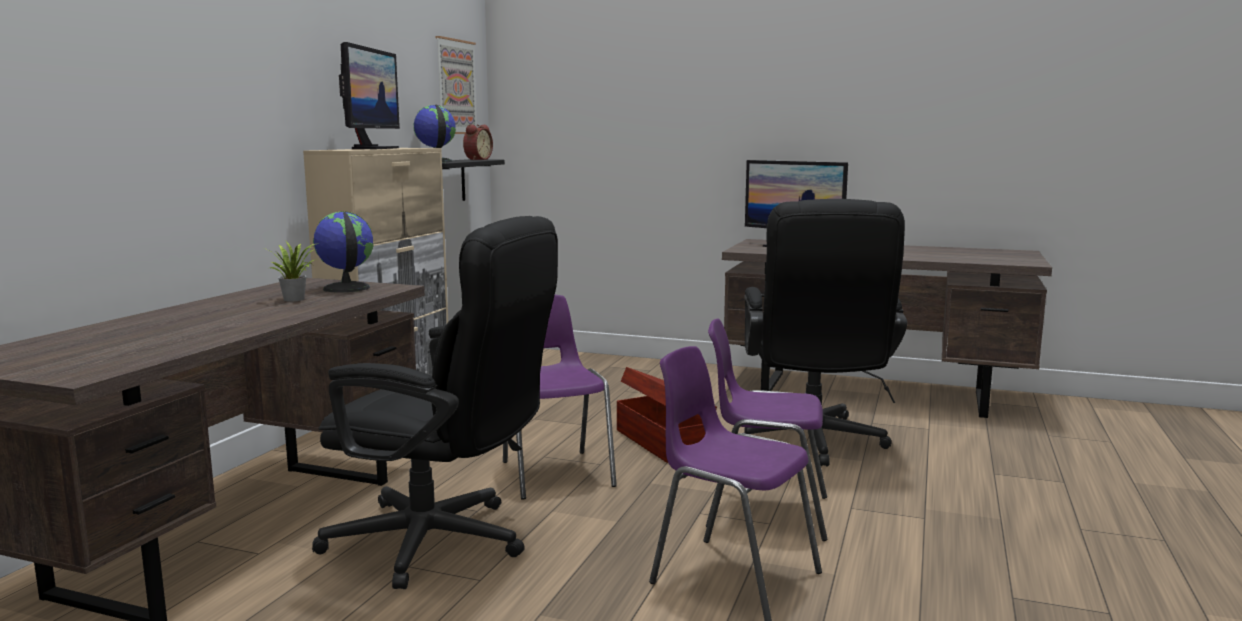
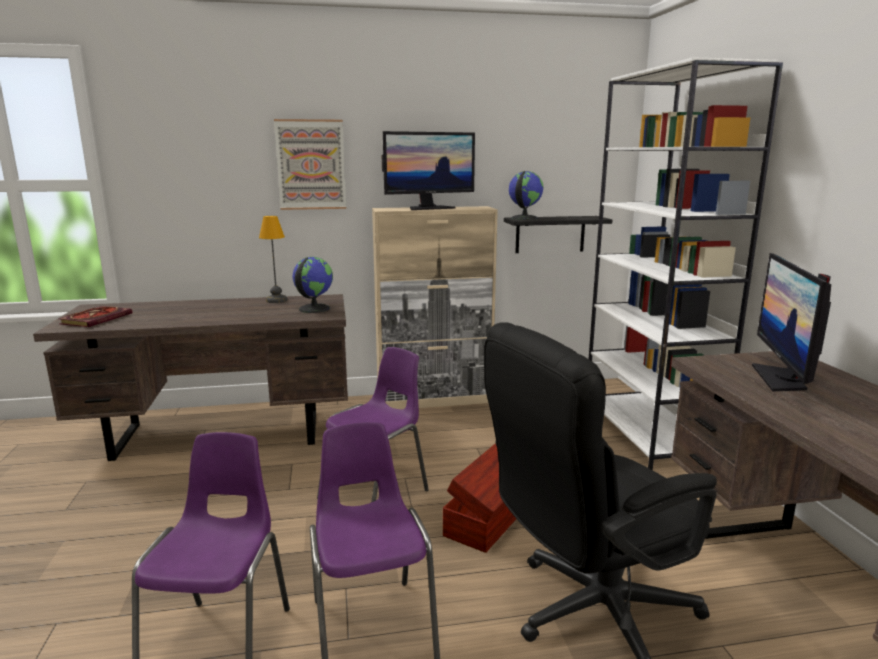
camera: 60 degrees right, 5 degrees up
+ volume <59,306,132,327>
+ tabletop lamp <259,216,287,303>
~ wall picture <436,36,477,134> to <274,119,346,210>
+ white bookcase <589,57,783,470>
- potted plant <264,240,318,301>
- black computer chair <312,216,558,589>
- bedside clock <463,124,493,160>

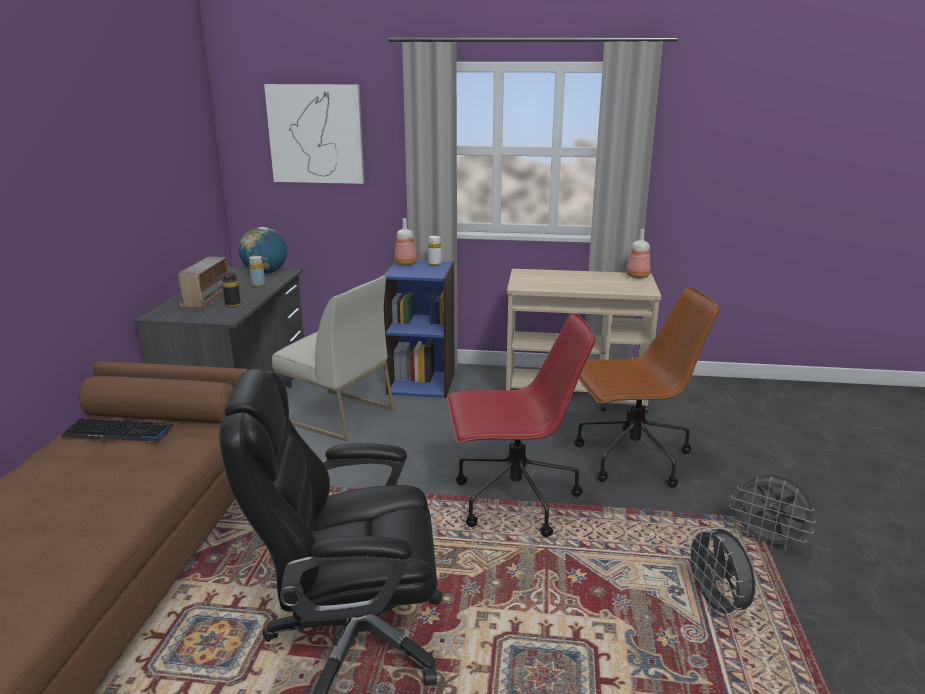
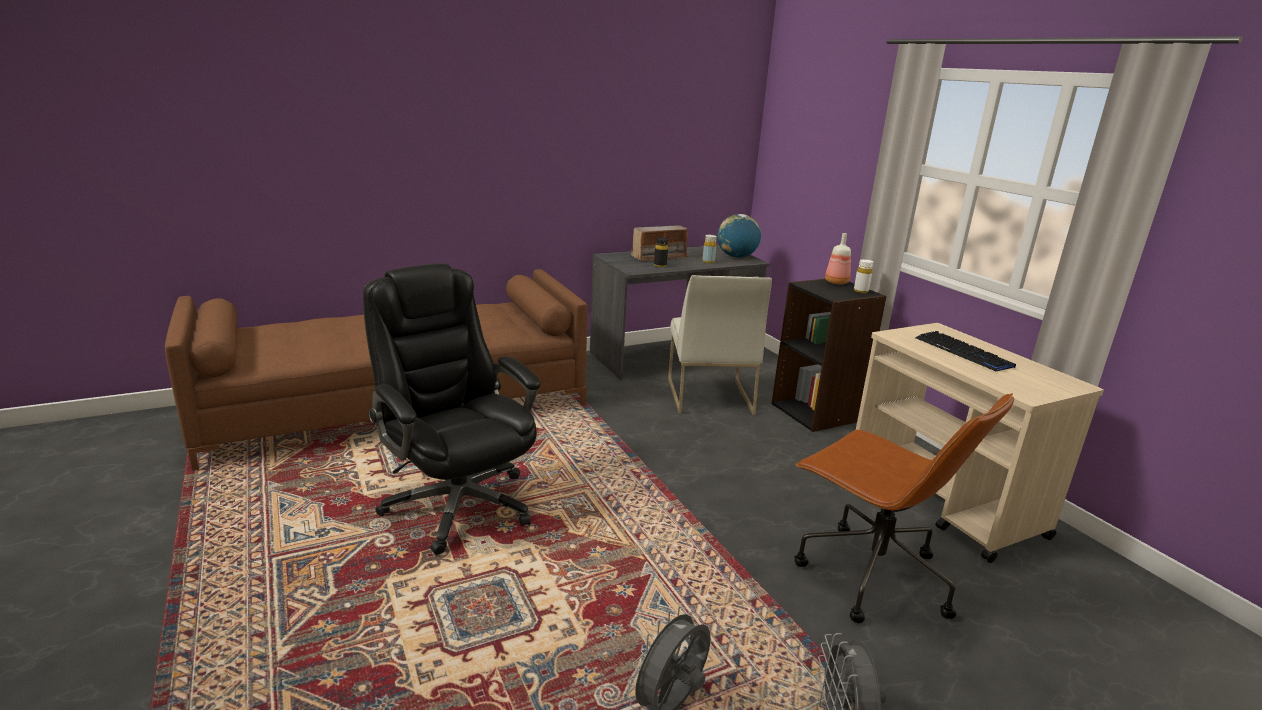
camera: 55 degrees right, 0 degrees up
~ bluish bookcase <382,260,455,398> to black bookcase <772,279,887,432>
~ computer keyboard <61,418,173,441> to <915,331,1016,371>
- wall picture <264,84,365,184>
- reddish computer chair <447,313,595,537>
- beverage bottle <626,229,650,278>

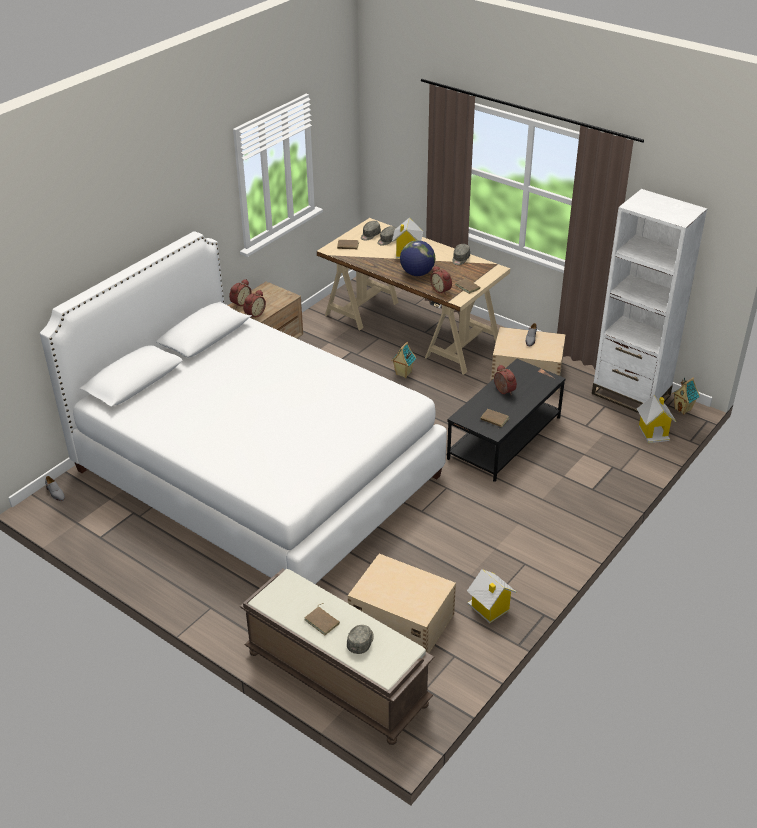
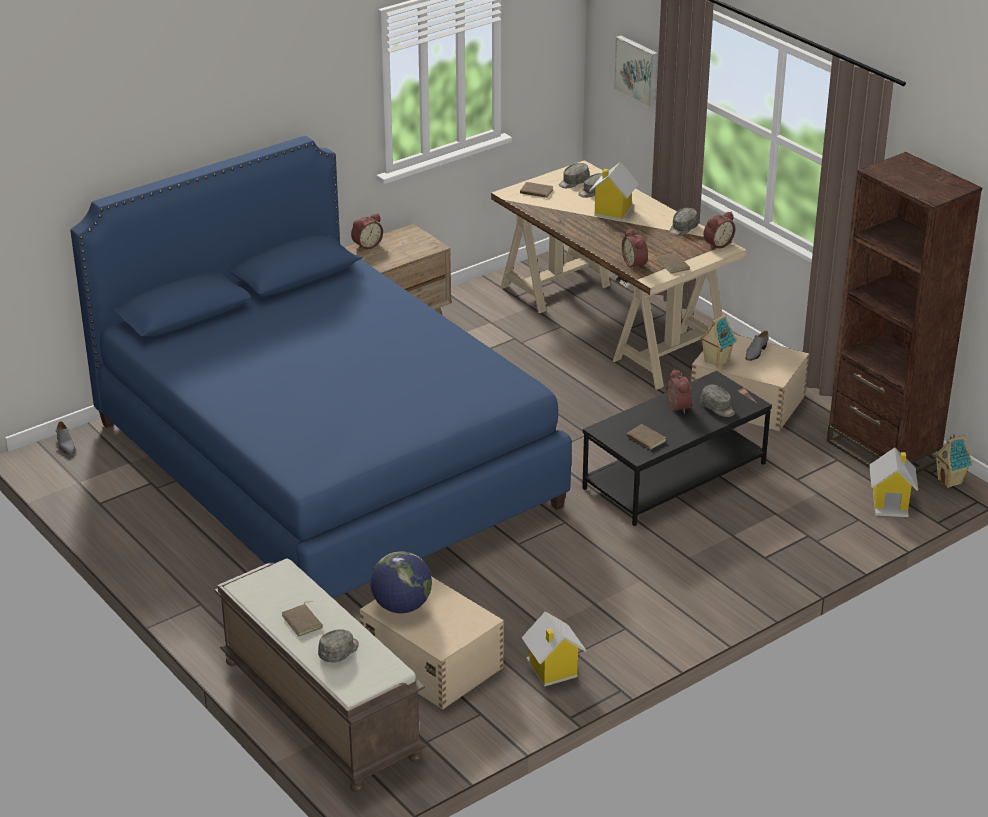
camera: 15 degrees right, 5 degrees down
~ white sleeping bed <40,231,447,584> to bluish sleeping bed <70,136,572,598>
~ desk globe <400,240,435,276> to <370,551,432,613>
+ wall picture <614,35,658,107>
~ miniature house <391,342,416,378> to <699,314,737,368>
+ greyish baseball cap <700,385,735,417>
~ bedside clock <243,290,266,318> to <704,212,735,249>
~ white bookcase <592,189,707,413> to brown-coloured bookcase <827,152,982,474>

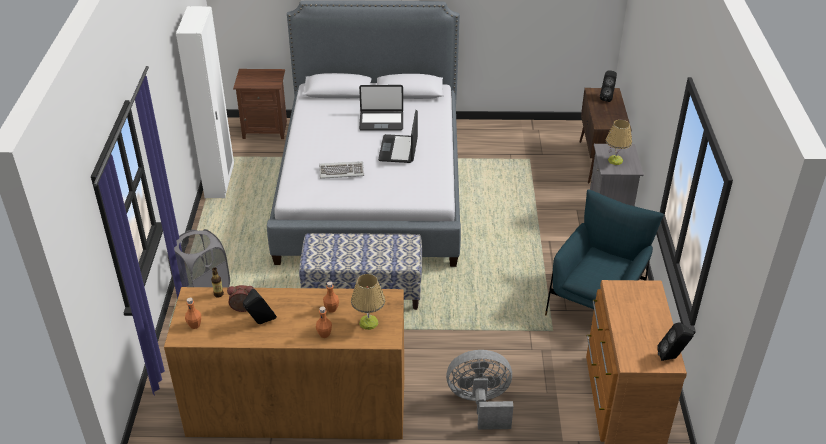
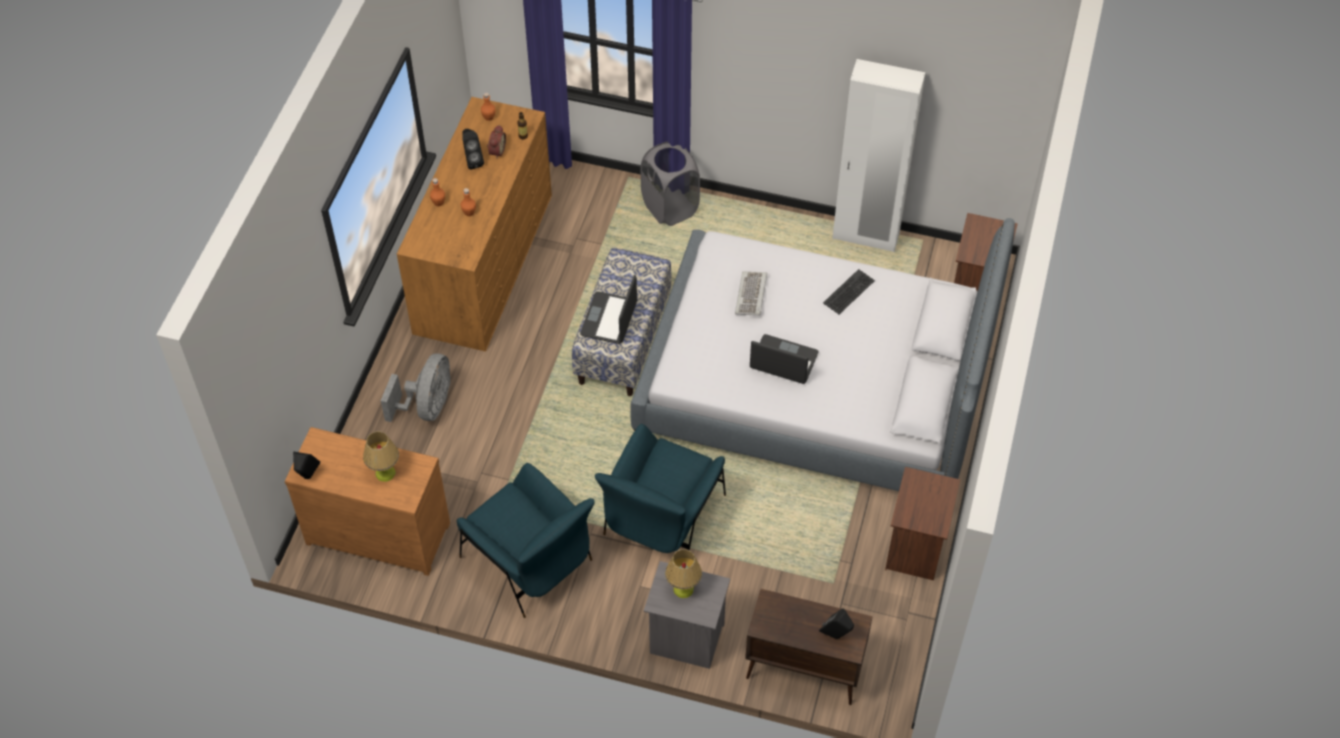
camera: 105 degrees right, 15 degrees up
~ tabletop lamp <351,274,385,330> to <363,431,399,482>
~ notebook computer <359,85,403,131> to <580,275,637,344>
+ bluish easy chair <595,424,726,553>
+ computer keyboard <823,269,875,314>
+ brown-coloured night table <885,467,960,580>

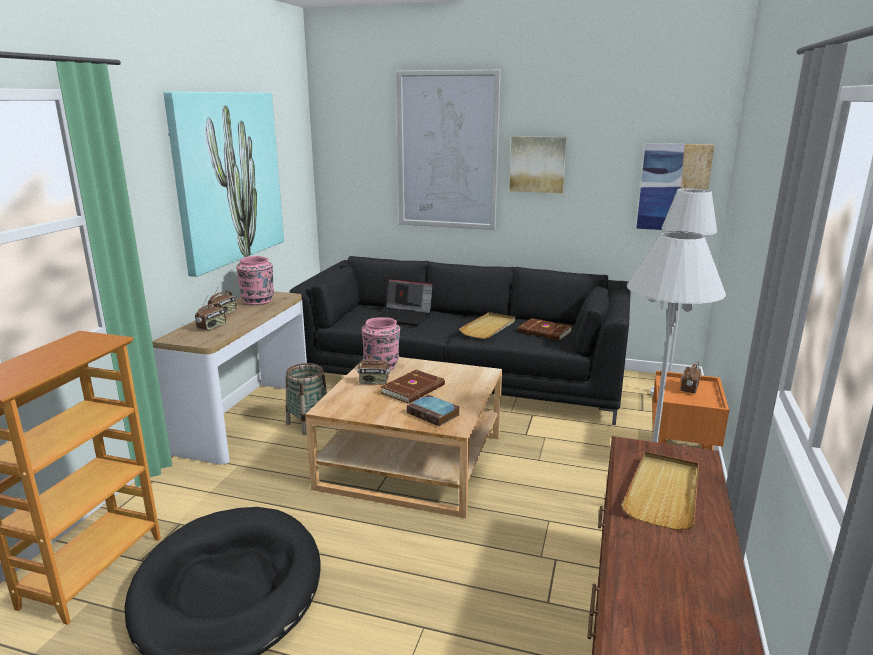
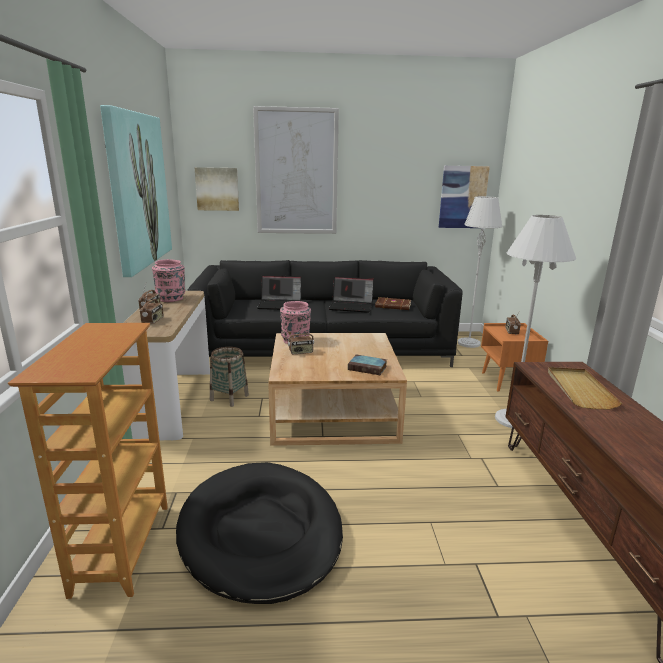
camera: 20 degrees left, 0 degrees up
~ wall picture <510,136,567,193> to <194,167,239,211>
~ sand-coloured carrying tray <459,312,515,339> to notebook computer <328,276,374,313>
- brown-coloured volume <381,370,445,404>

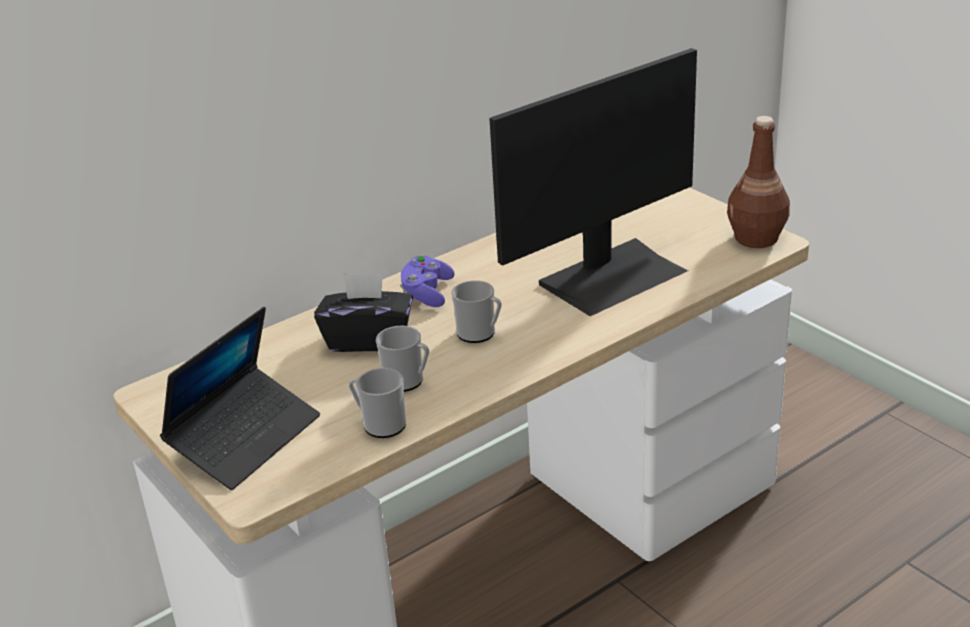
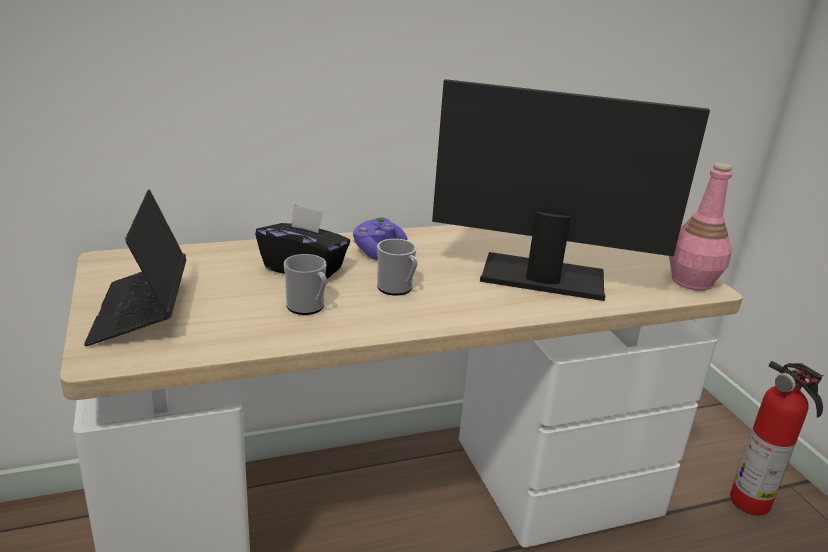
camera: 15 degrees right, 5 degrees down
~ notebook computer <160,307,320,490> = <84,190,186,346> 120 degrees clockwise
~ monitor <489,48,697,316> = <432,79,710,301> 150 degrees counterclockwise
~ brown-coloured beverage bottle <727,116,790,248> to pink-coloured beverage bottle <669,163,732,291>
+ fire-fighting cylinder <730,361,824,516>
- coffee mug <349,368,406,438>

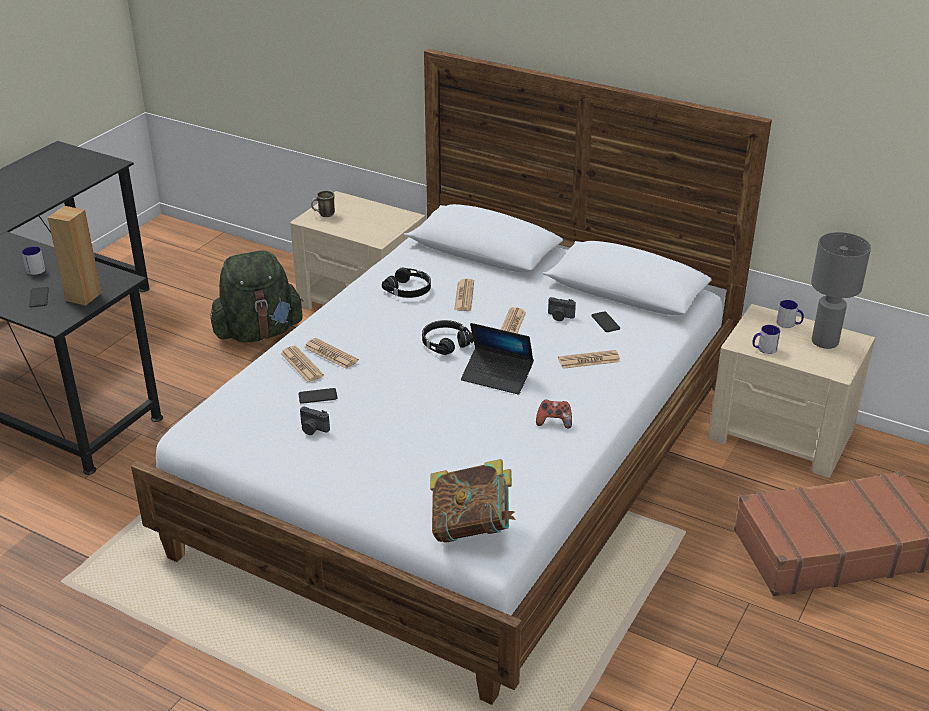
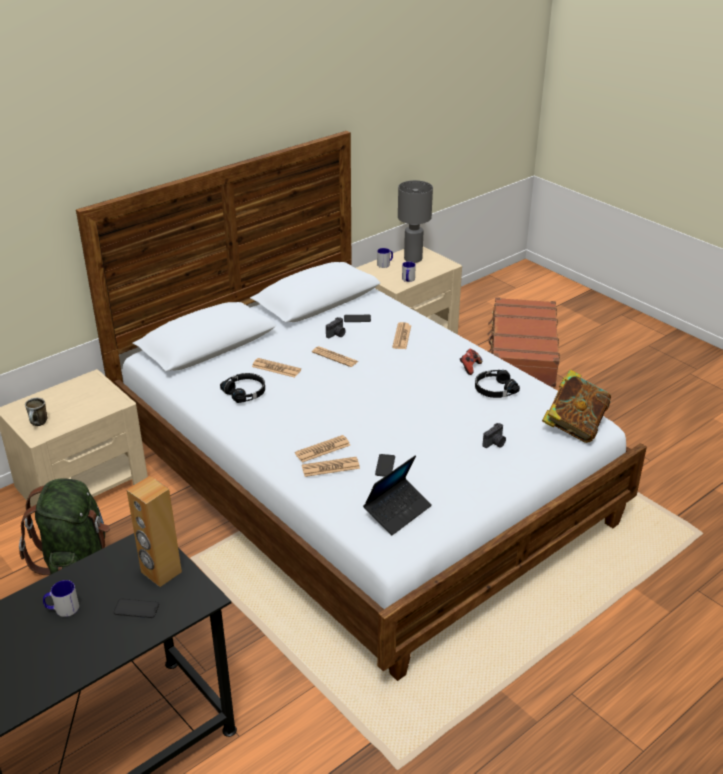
camera: 70 degrees left, 0 degrees up
~ notebook computer <461,323,534,395> to <363,455,432,535>
~ black headset <422,320,474,355> to <475,370,520,398>
~ photo camera <300,406,330,435> to <483,423,506,448>

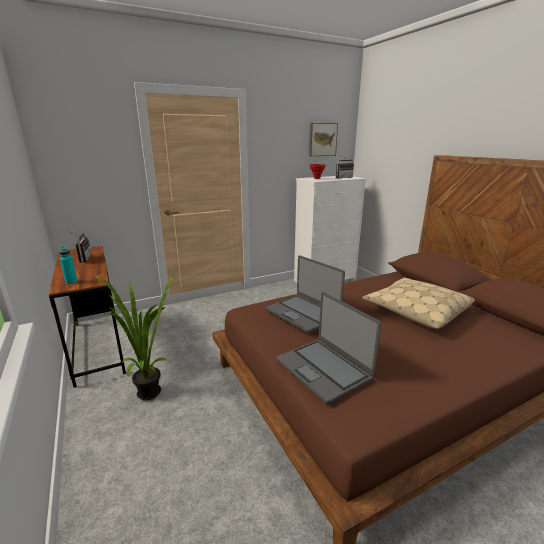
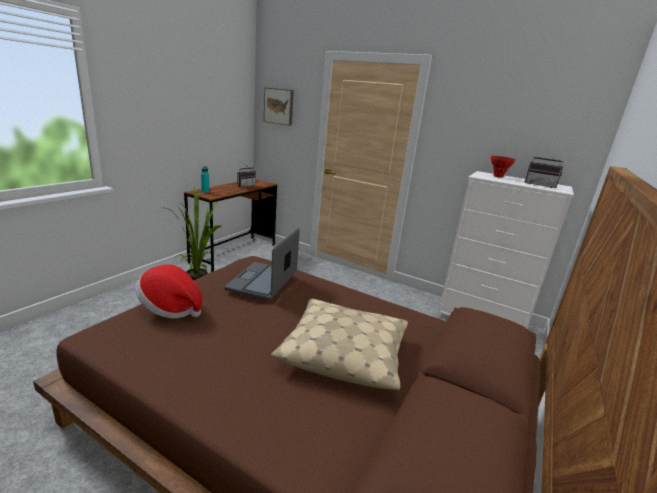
camera: 55 degrees right, 0 degrees up
~ notebook computer <277,292,381,404> to wearable hat <136,265,202,319>
~ wall picture <309,123,338,156> to <264,88,294,125>

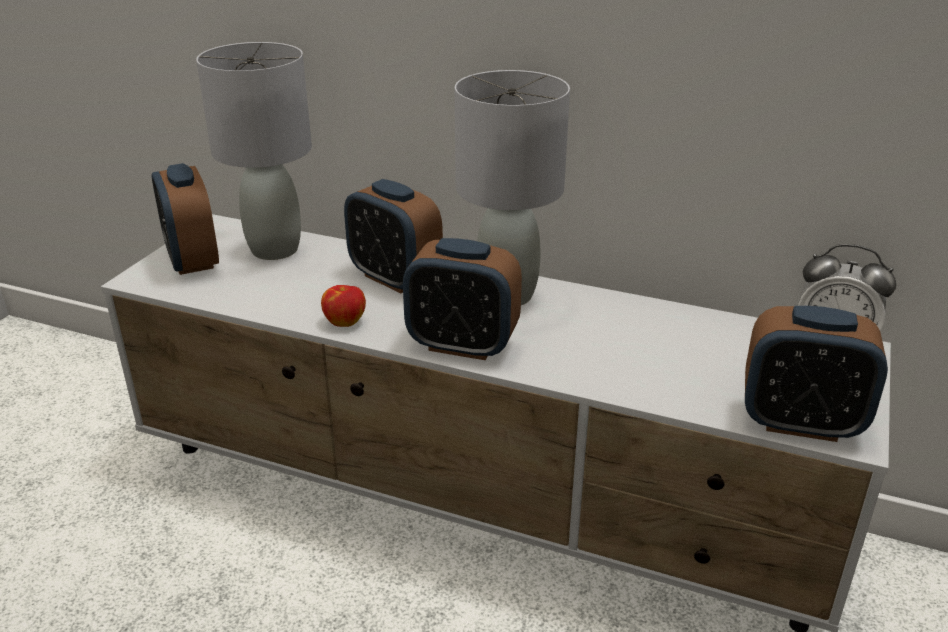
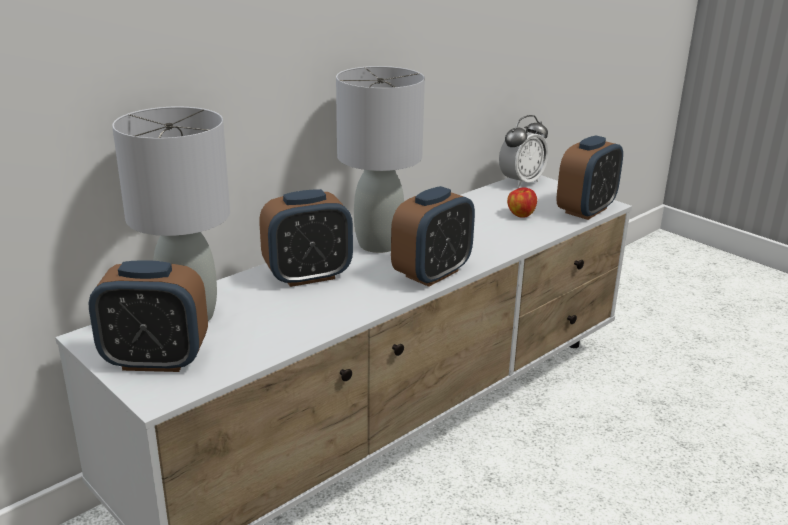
camera: 65 degrees left, 5 degrees down
~ whole apple <321,285,366,327> to <507,187,537,218>

